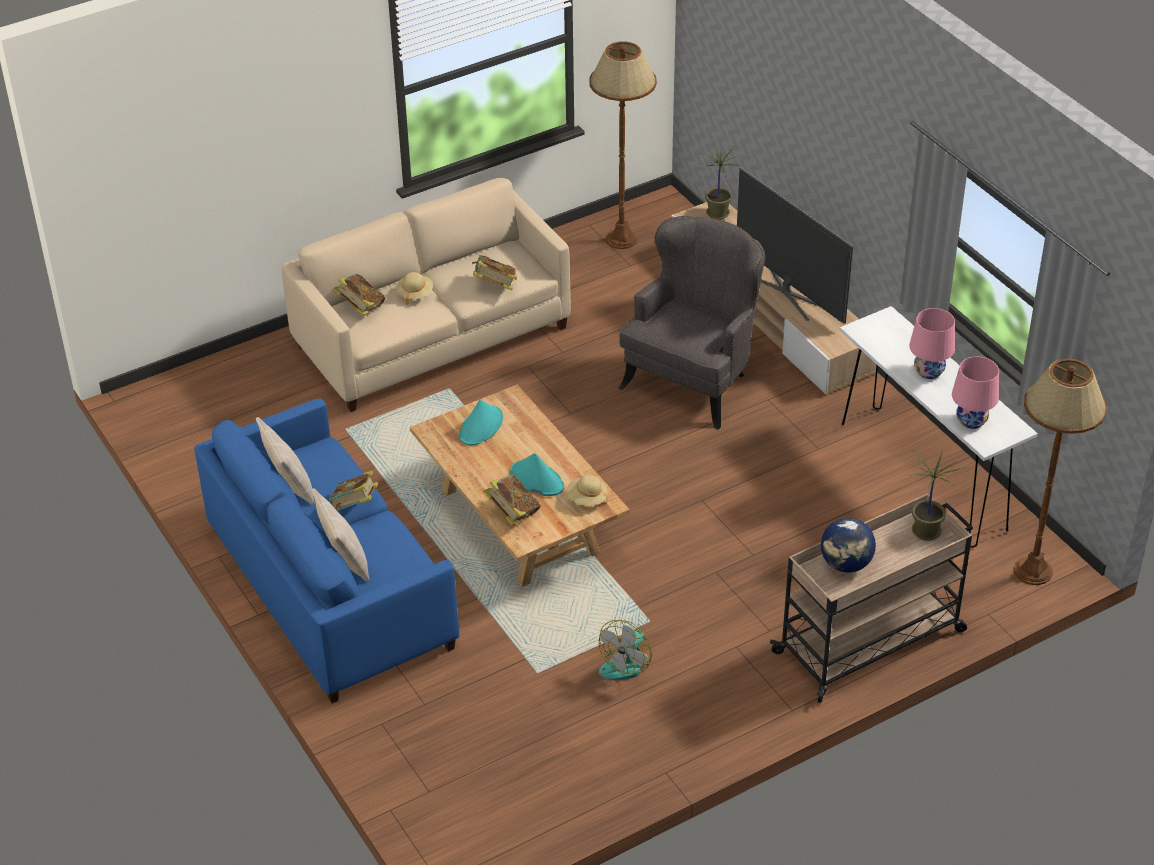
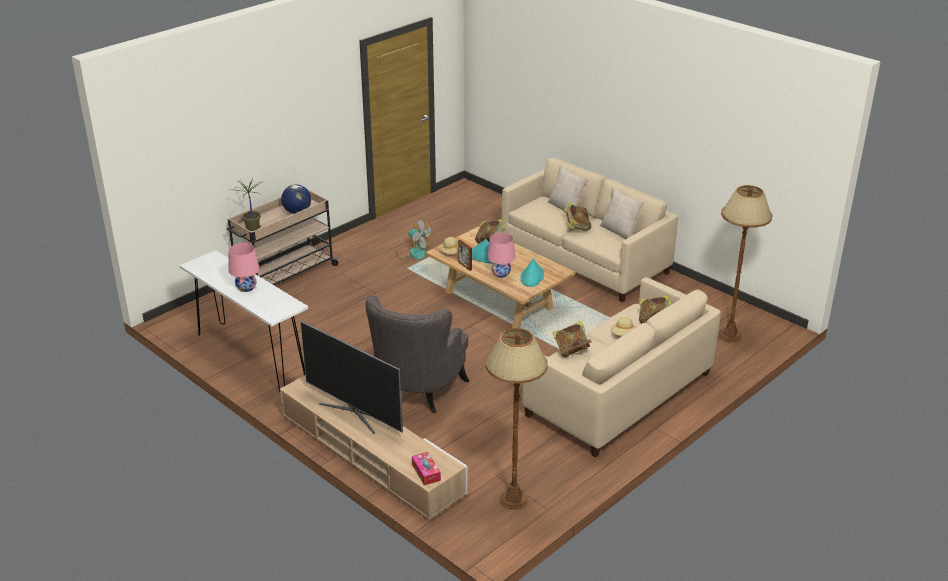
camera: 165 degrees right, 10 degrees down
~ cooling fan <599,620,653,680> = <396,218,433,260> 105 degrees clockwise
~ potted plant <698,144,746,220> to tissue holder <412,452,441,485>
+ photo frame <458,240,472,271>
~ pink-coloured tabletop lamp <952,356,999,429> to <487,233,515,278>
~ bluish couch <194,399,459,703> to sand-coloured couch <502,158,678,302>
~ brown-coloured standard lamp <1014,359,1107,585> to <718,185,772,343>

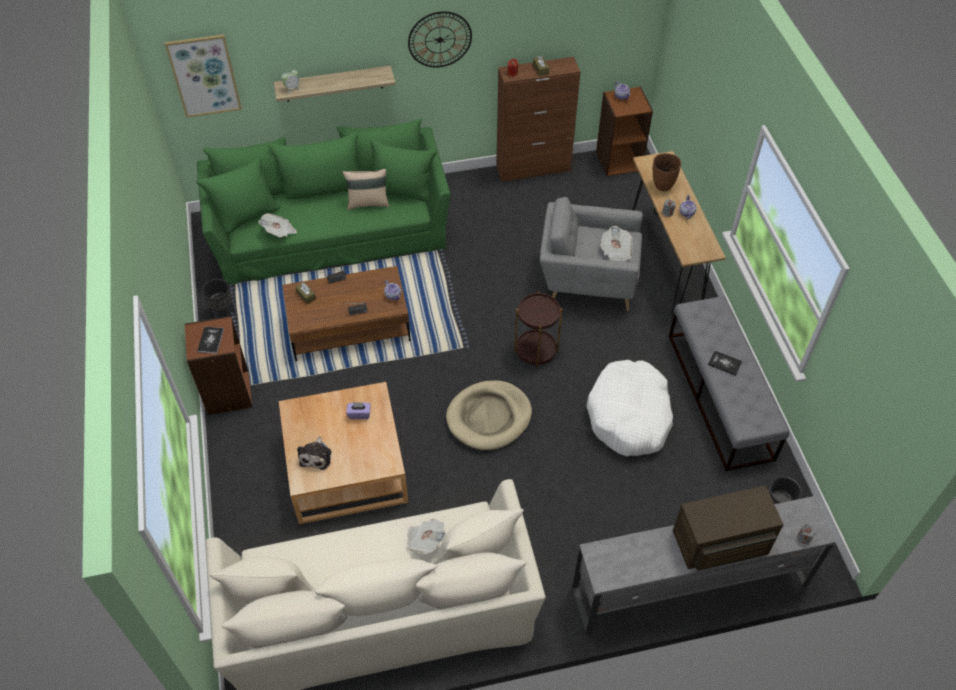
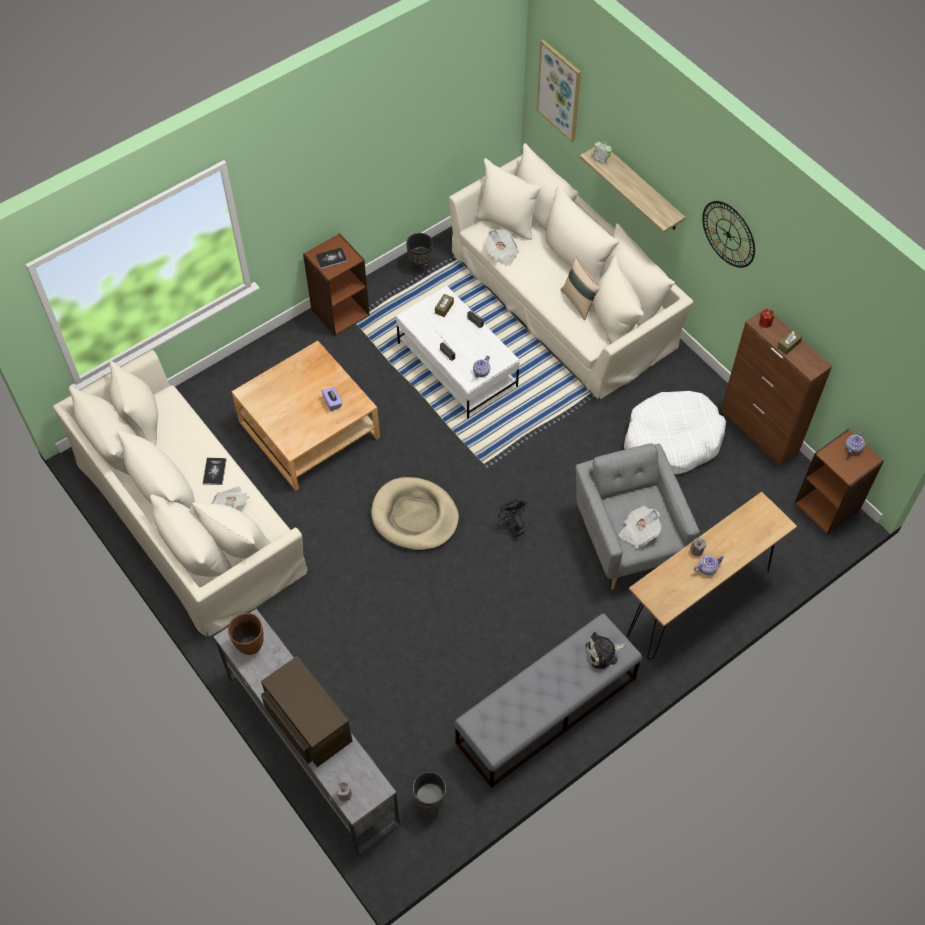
camera: 65 degrees right, 5 degrees up
~ volume <708,350,742,376> to <203,458,227,485>
~ brown-coloured vase <653,153,681,191> to <228,613,264,655>
~ brown-coloured coffee table <282,266,411,361> to white coffee table <396,286,520,418>
~ green couch <196,118,451,284> to sand-coloured couch <449,143,693,399>
~ brown-coloured side table <514,291,563,369> to black cooling fan <498,499,527,537>
~ soft toy <297,436,331,470> to <585,632,625,670>
~ white dog bed <587,360,673,456> to <624,391,726,474>

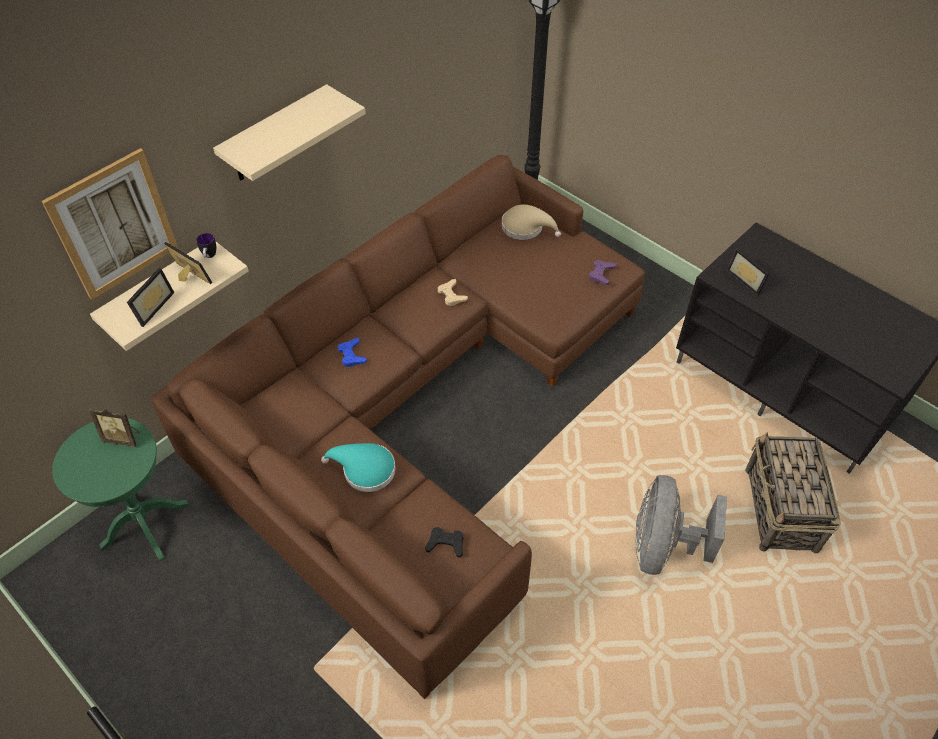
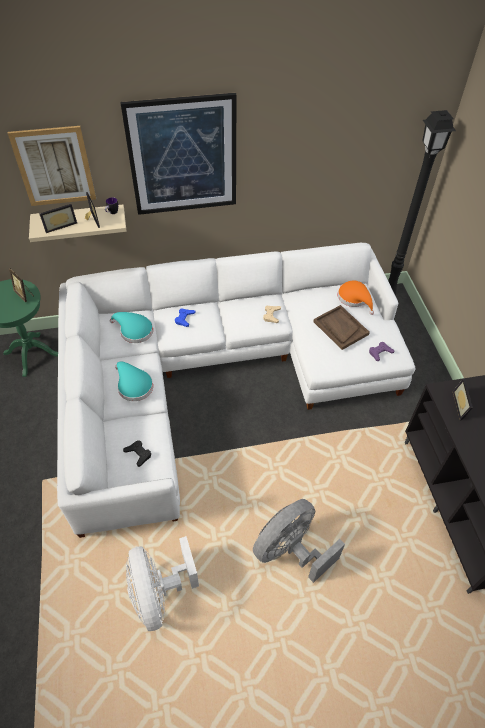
camera: 35 degrees right, 0 degrees up
~ brown-coloured couch <151,155,645,699> to white couch <57,243,415,538>
+ turquoise-coloured wearable hat <110,312,153,343>
~ sand-coloured bracket shelf <213,84,366,181> to wall picture <120,93,236,215>
+ white cooling fan <126,536,199,631>
+ brown-coloured carrying tray <313,305,370,350>
~ sand-coloured wearable hat <501,205,561,240> to orangey wearable hat <338,280,374,315>
- basket <745,432,841,553>

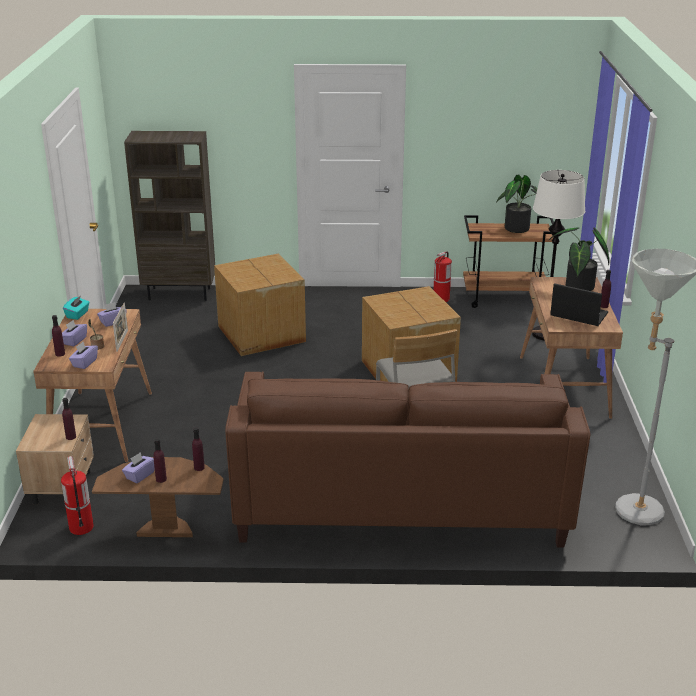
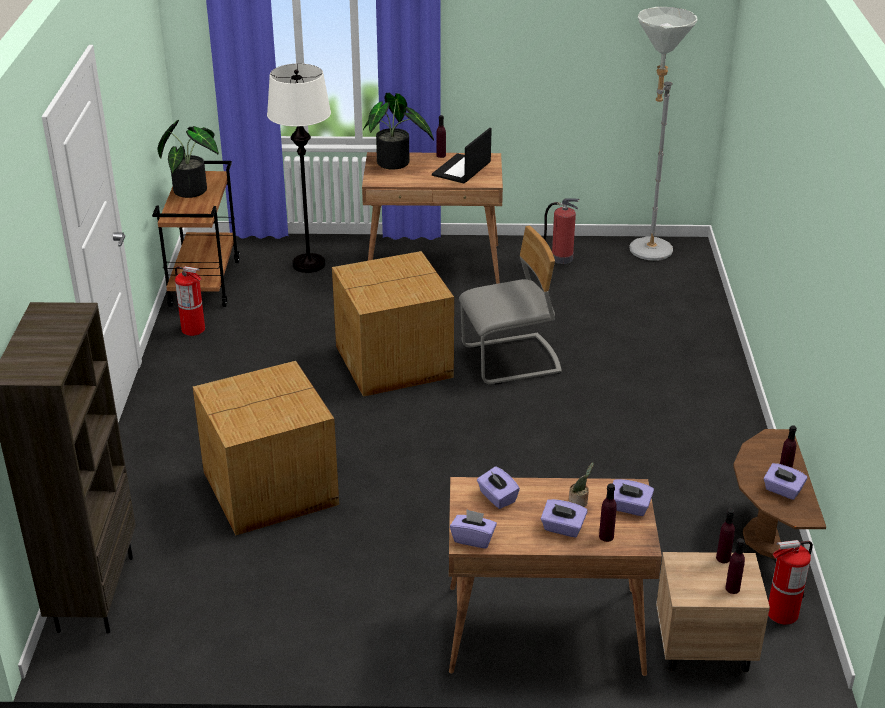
camera: 90 degrees left, 5 degrees up
~ turquoise-coloured tissue holder <63,296,90,320> to purplish tissue holder <450,510,497,549>
+ fire-fighting cylinder <544,198,579,264>
~ purplish beverage bottle <192,427,205,471> to <725,538,745,594>
- photo frame <113,302,128,352>
- brown-coloured couch <225,371,590,548>

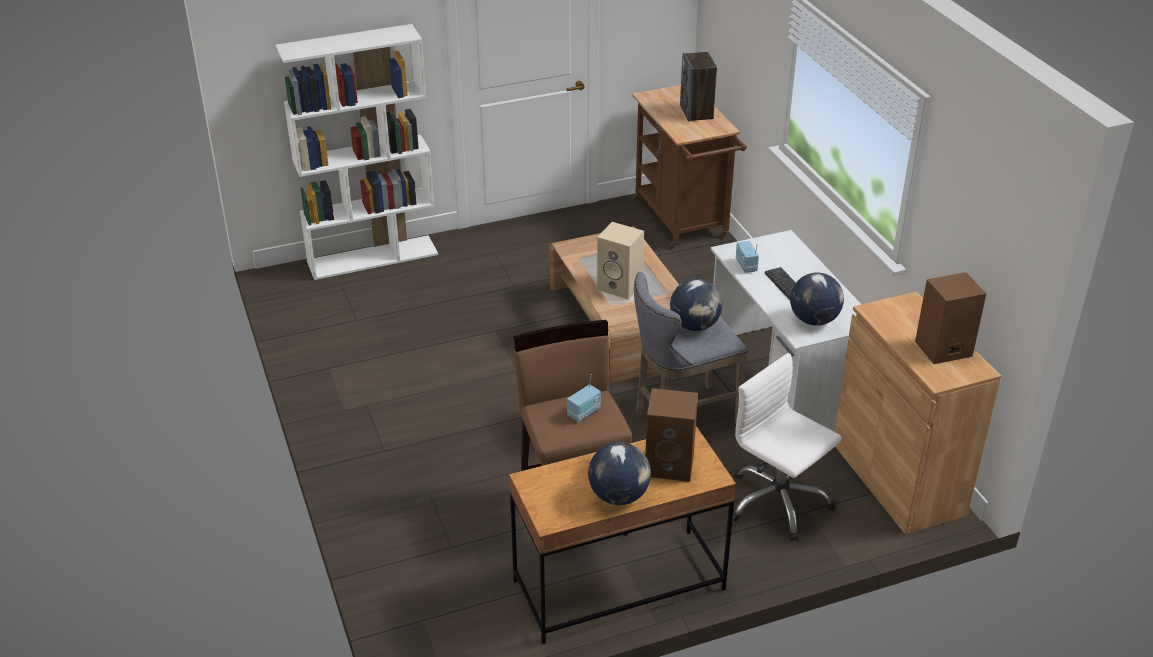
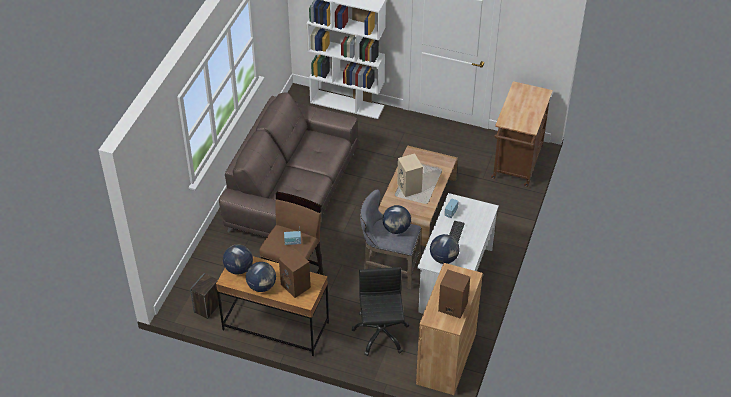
camera: 40 degrees right, 10 degrees up
~ speaker <680,52,717,122> to <190,273,221,319>
+ brown-coloured couch <219,93,359,237>
+ desk globe <223,245,253,274>
~ white computer chair <733,353,842,541> to black computer chair <351,267,409,356>

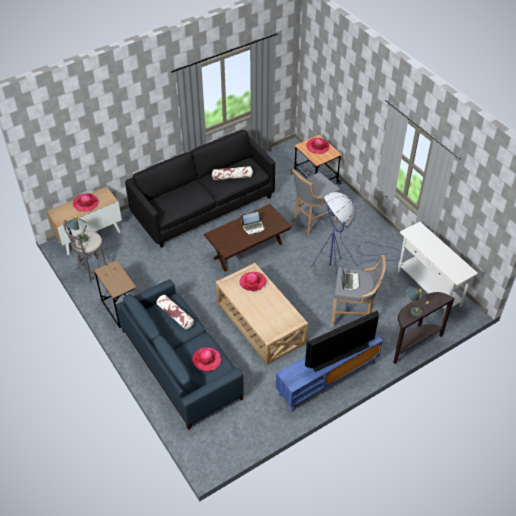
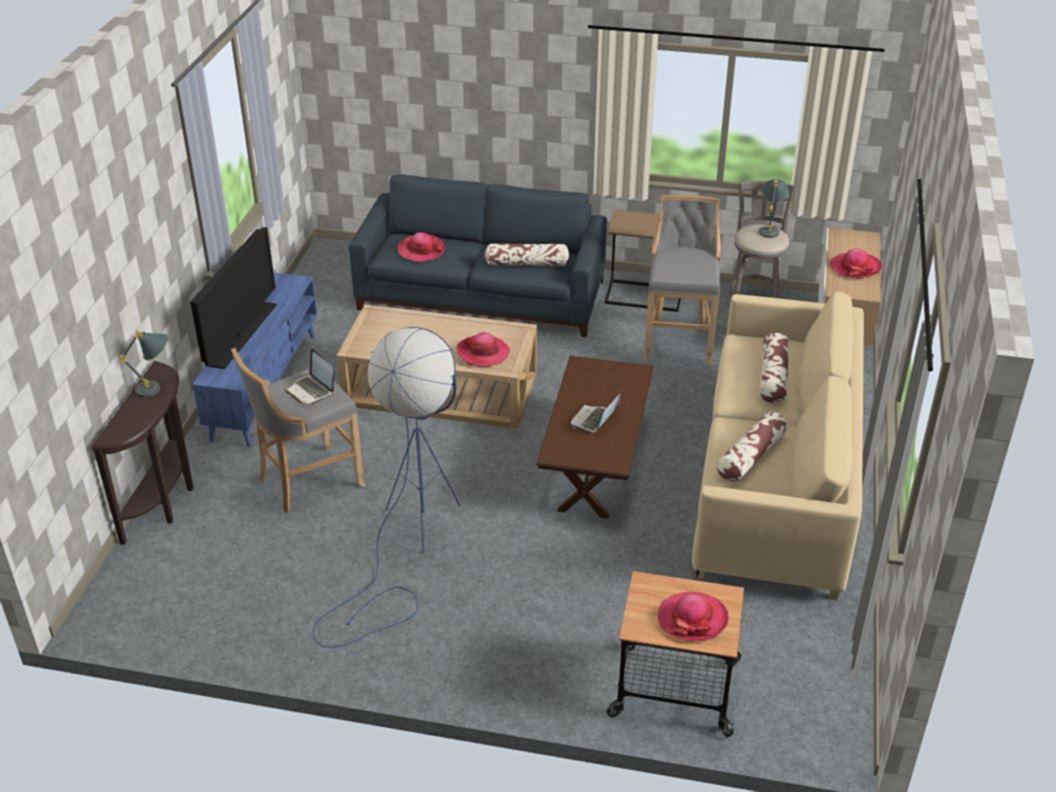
camera: 135 degrees right, 10 degrees down
~ greyish stool <292,169,341,235> to <643,195,721,366>
~ black couch <125,130,275,248> to sand-coloured couch <692,291,864,600>
+ throw pillow <759,333,790,403>
- white console table <398,222,478,316>

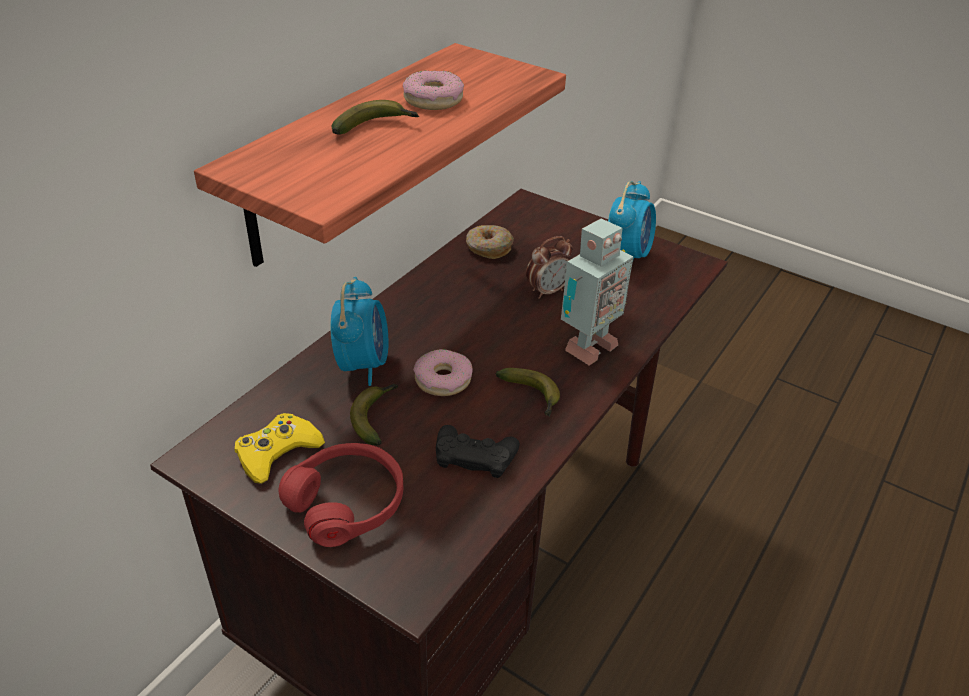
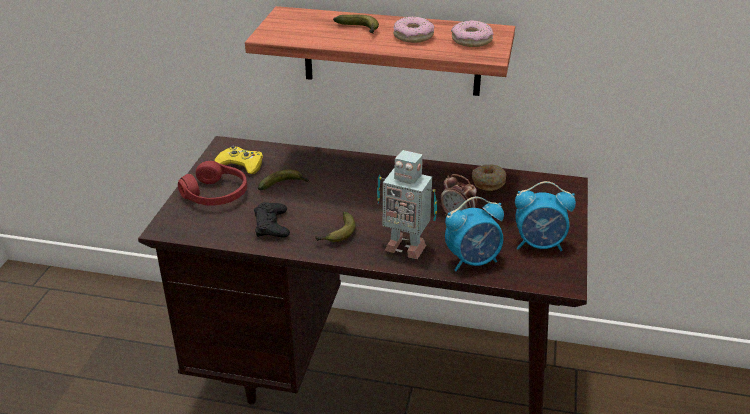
camera: 70 degrees right, 5 degrees down
~ bedside clock <330,277,388,386> to <445,197,504,271>
~ ring doughnut <414,349,473,396> to <451,20,493,47>

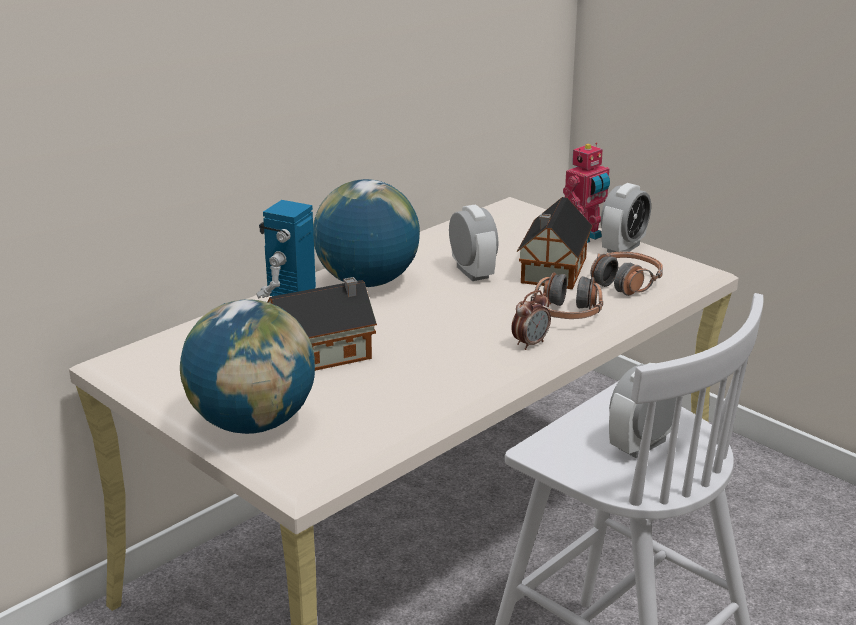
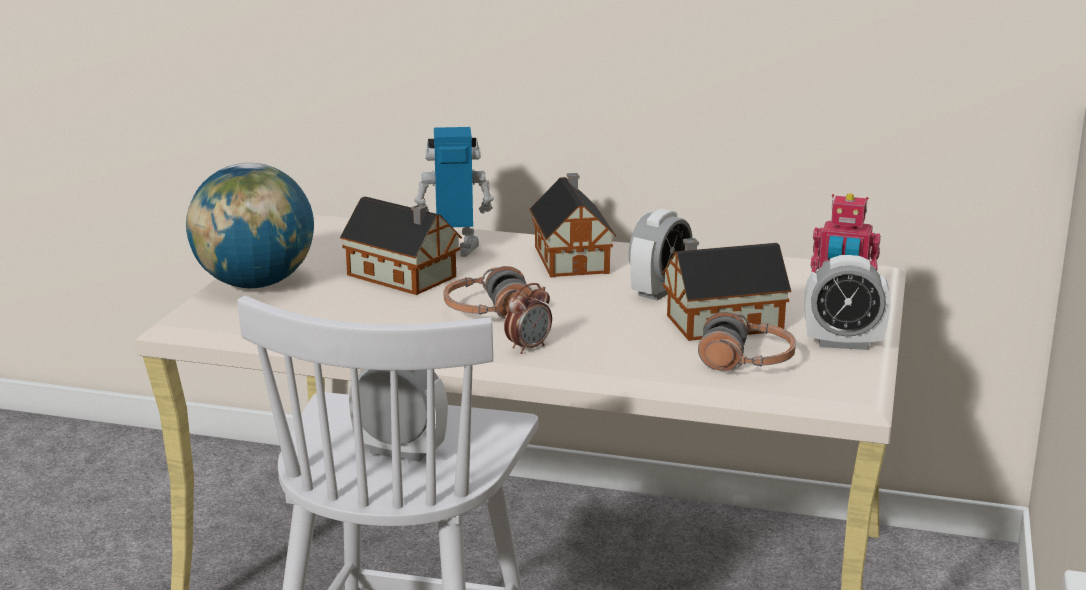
camera: 60 degrees right, 5 degrees down
~ headset <531,272,603,319> to <443,266,535,319>
~ bedside clock <511,290,551,350> = <504,283,552,354> 60 degrees counterclockwise
~ desk globe <313,179,420,287> to miniature house <530,173,616,278>

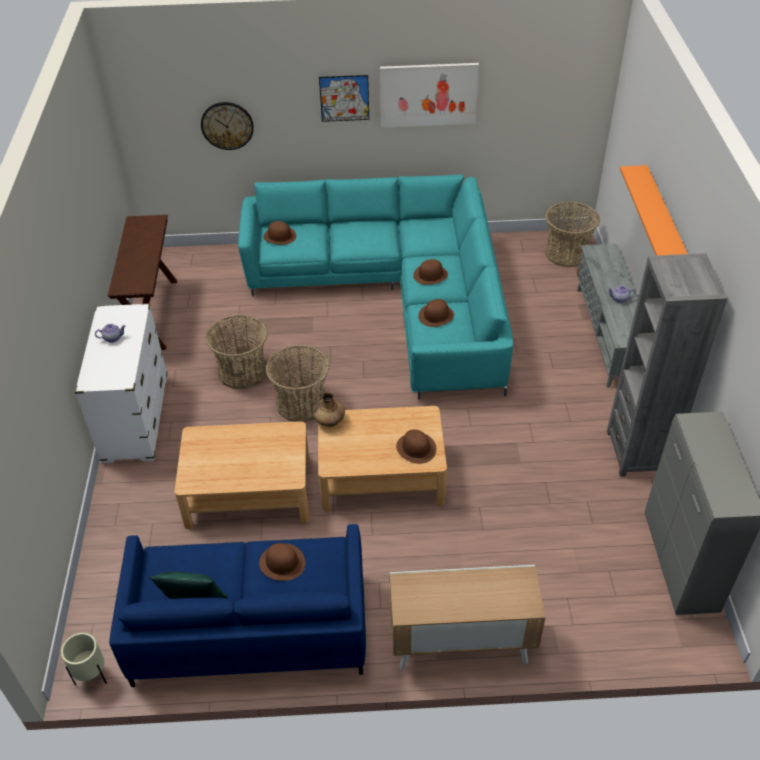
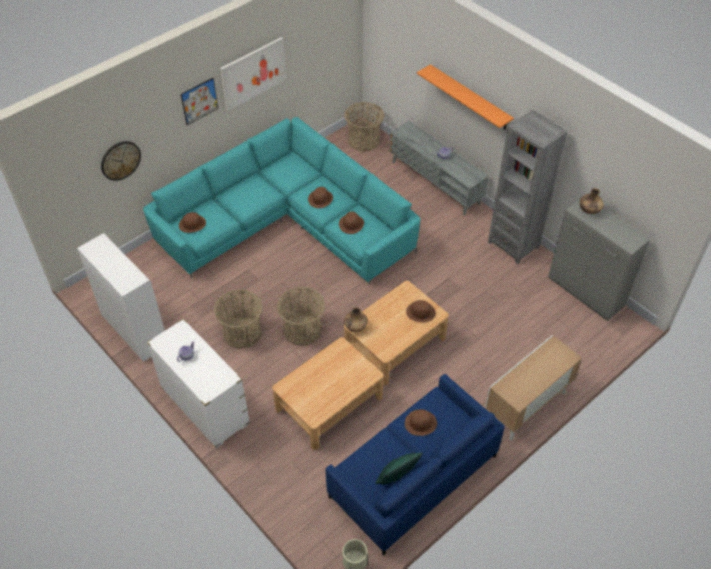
camera: 40 degrees left, 5 degrees up
~ brown-coloured console table <108,215,177,350> to white cupboard <77,233,165,362>
+ brown-coloured vase <579,188,604,214>

